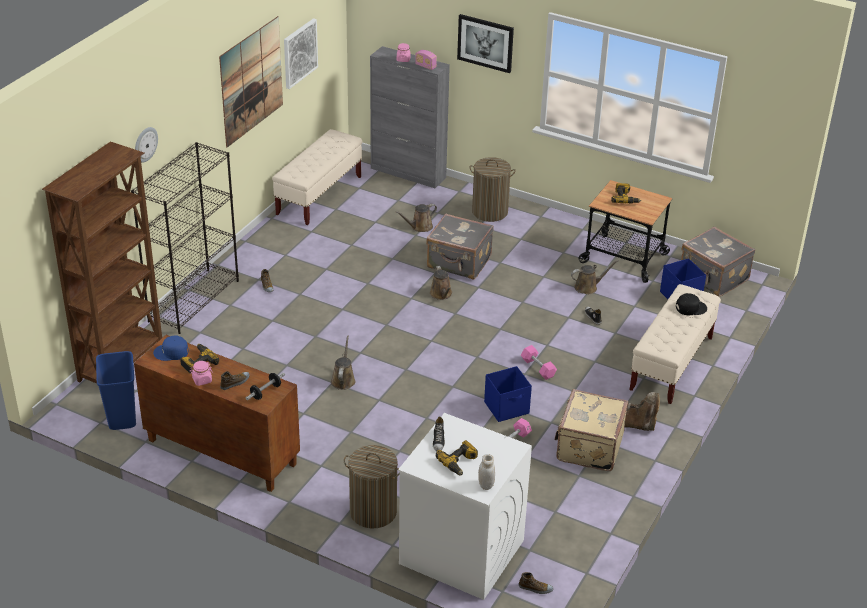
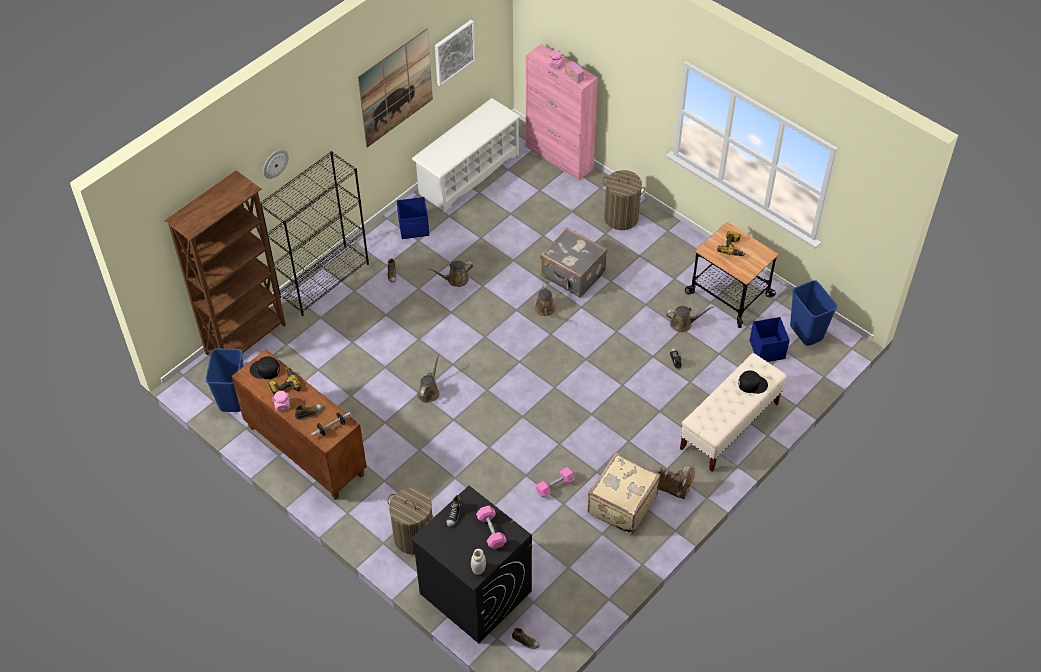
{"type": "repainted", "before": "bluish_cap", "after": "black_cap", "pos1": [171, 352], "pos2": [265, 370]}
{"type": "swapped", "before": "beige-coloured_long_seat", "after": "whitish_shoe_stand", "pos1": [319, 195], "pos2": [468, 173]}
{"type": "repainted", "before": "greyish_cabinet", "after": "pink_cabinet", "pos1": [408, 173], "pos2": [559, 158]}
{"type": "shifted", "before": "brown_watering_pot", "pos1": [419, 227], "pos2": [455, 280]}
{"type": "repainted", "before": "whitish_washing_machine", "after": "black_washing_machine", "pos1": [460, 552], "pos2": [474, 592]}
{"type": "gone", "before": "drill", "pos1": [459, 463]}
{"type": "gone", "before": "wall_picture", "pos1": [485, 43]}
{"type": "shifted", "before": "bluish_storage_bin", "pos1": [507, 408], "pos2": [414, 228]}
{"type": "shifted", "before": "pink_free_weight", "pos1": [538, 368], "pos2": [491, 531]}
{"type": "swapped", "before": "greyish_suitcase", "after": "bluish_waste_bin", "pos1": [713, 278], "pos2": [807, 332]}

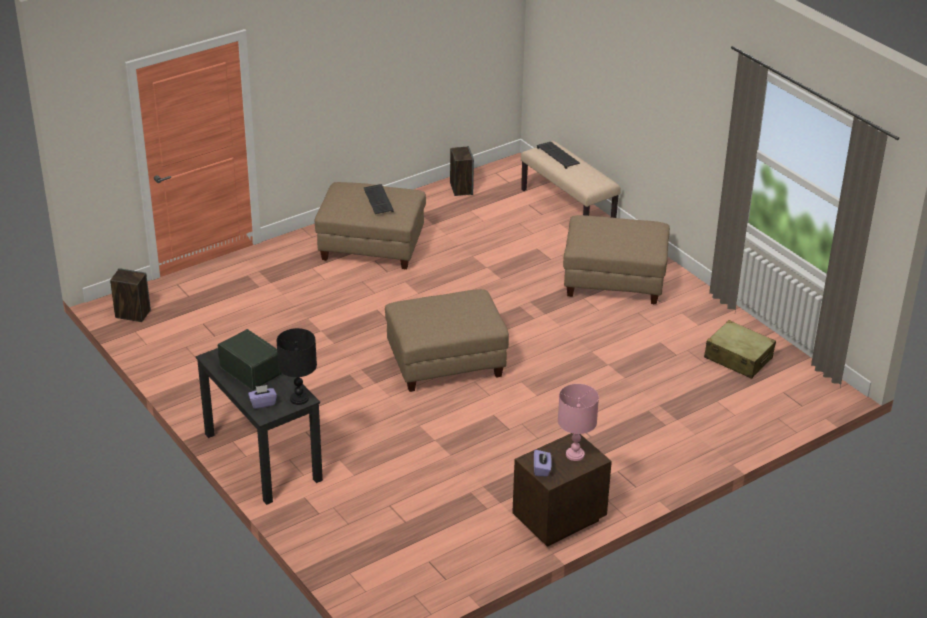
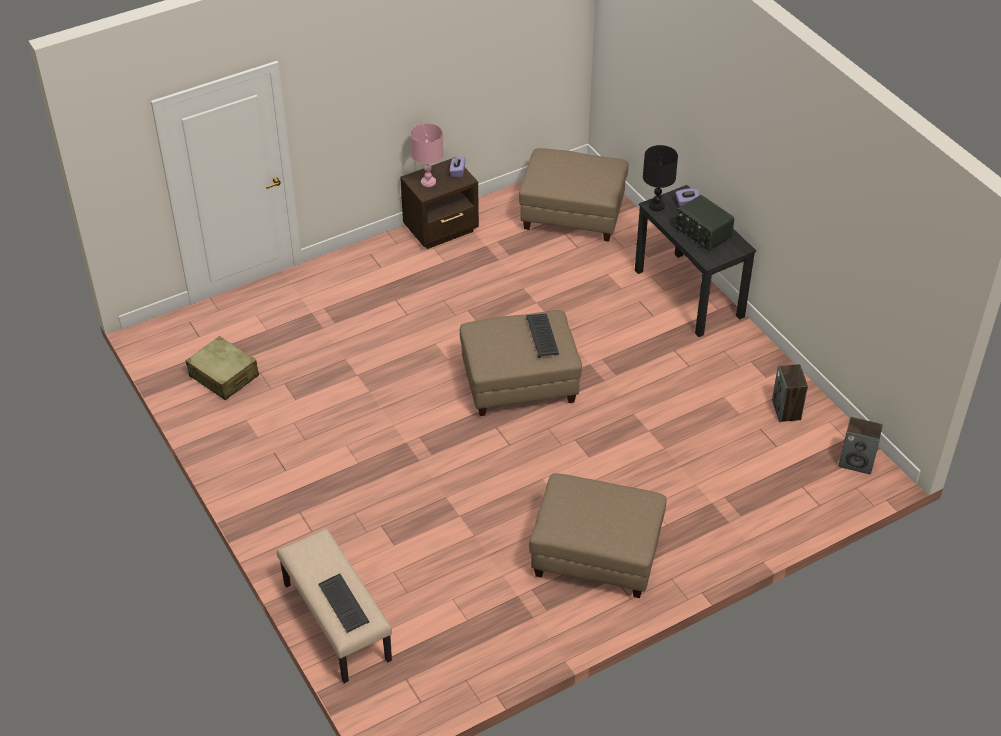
{"type": "shifted", "before": "computer_keyboard", "pos1": [377, 200], "pos2": [543, 336]}
{"type": "shifted", "before": "speaker", "pos1": [461, 189], "pos2": [786, 410]}
{"type": "shifted", "before": "beige-coloured_footrest", "pos1": [613, 282], "pos2": [573, 215]}

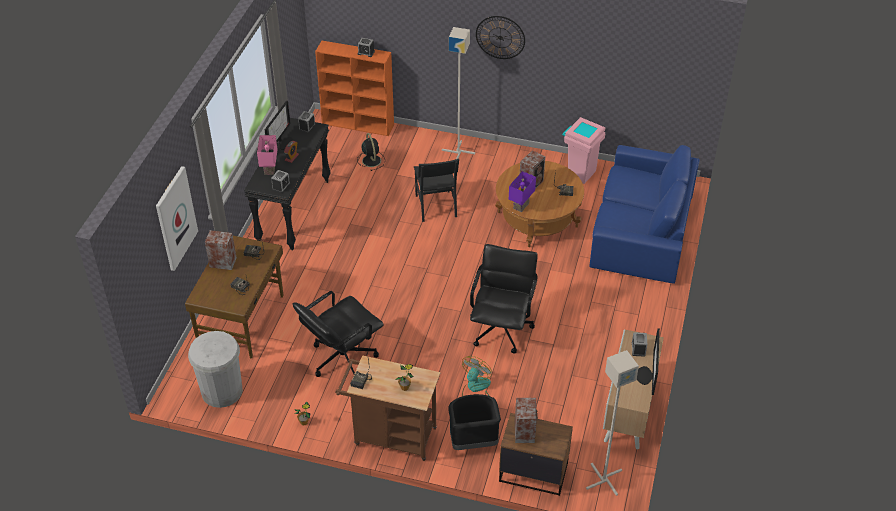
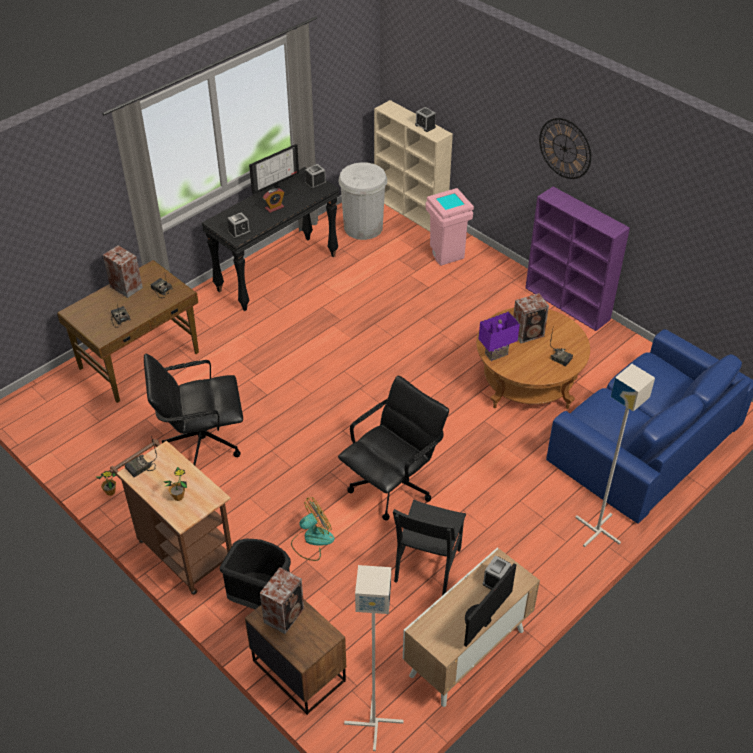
{"type": "gone", "before": "wall_picture", "pos1": [175, 218]}
{"type": "shifted", "before": "whitish_waste_bin", "pos1": [222, 391], "pos2": [363, 227]}
{"type": "gone", "before": "pink_table_lamp", "pos1": [270, 169]}
{"type": "repainted", "before": "orangey_shelving_unit", "after": "beige-coloured_shelving_unit", "pos1": [358, 124], "pos2": [411, 211]}
{"type": "gone", "before": "black_cooling_fan", "pos1": [371, 160]}
{"type": "shifted", "before": "black_plain_chair", "pos1": [435, 206], "pos2": [427, 565]}
{"type": "shifted", "before": "greyish_standing_lamp", "pos1": [459, 152], "pos2": [598, 530]}
{"type": "shifted", "before": "pink_waste_bin", "pos1": [579, 173], "pos2": [445, 254]}
{"type": "new", "after": "purple-coloured_shelving_unit", "pos2": [568, 304]}

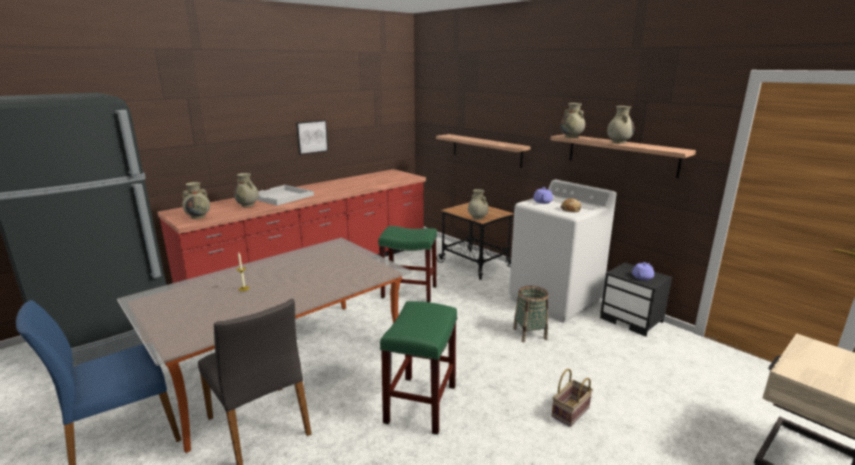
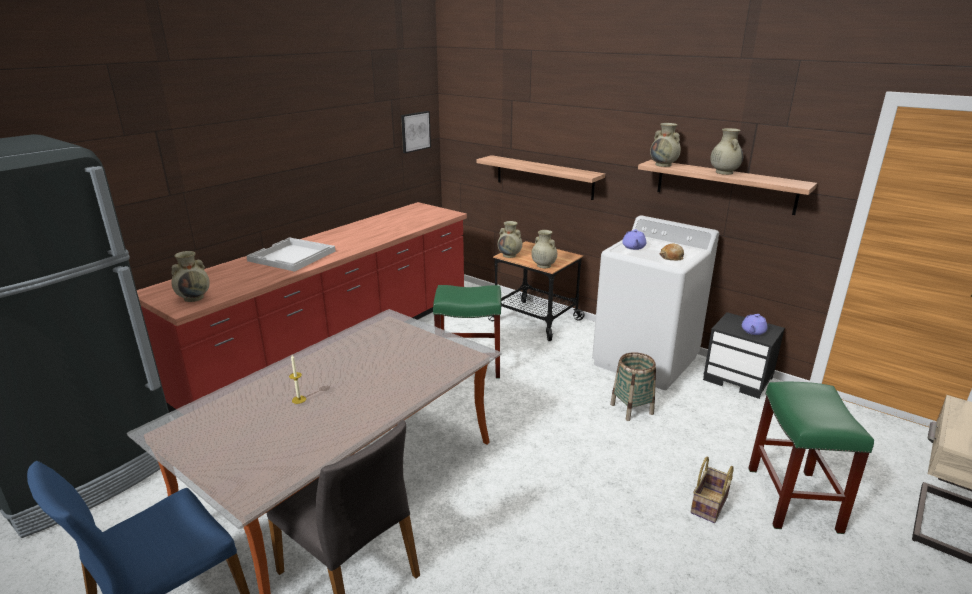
{"type": "shifted", "before": "beige-coloured_decorative_vase", "pos1": [248, 205], "pos2": [510, 255]}
{"type": "shifted", "before": "wall_picture", "pos1": [311, 137], "pos2": [415, 131]}
{"type": "shifted", "before": "green-coloured_sitting_stool", "pos1": [421, 404], "pos2": [794, 500]}

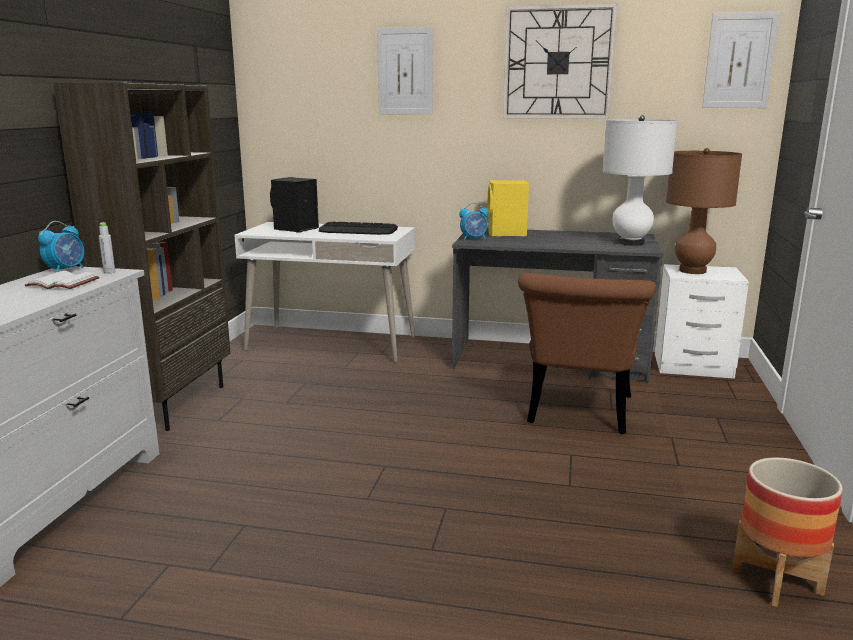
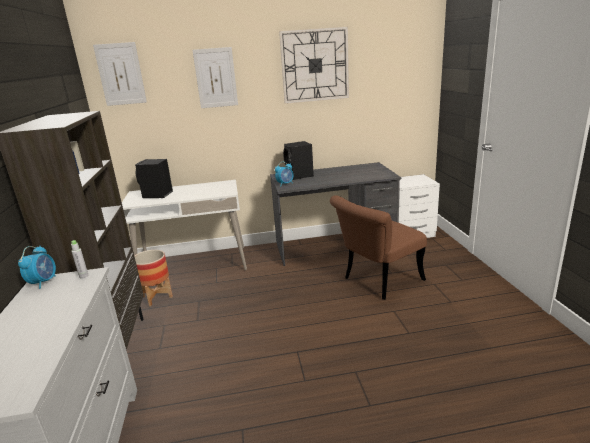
{"type": "gone", "before": "whitish_book", "pos1": [65, 283]}
{"type": "gone", "before": "computer_keyboard", "pos1": [358, 230]}
{"type": "repainted", "before": "yellow-coloured_speaker", "after": "black_speaker", "pos1": [507, 234], "pos2": [299, 176]}
{"type": "rotated", "before": "brown_plain_chair", "pos1": [578, 415], "pos2": [377, 282], "turn": 60}
{"type": "gone", "before": "whitish_table_lamp", "pos1": [631, 242]}
{"type": "gone", "before": "brown_table_lamp", "pos1": [692, 271]}
{"type": "shifted", "before": "wall_picture", "pos1": [739, 61], "pos2": [120, 74]}
{"type": "shifted", "before": "flower_pot", "pos1": [776, 581], "pos2": [156, 297]}

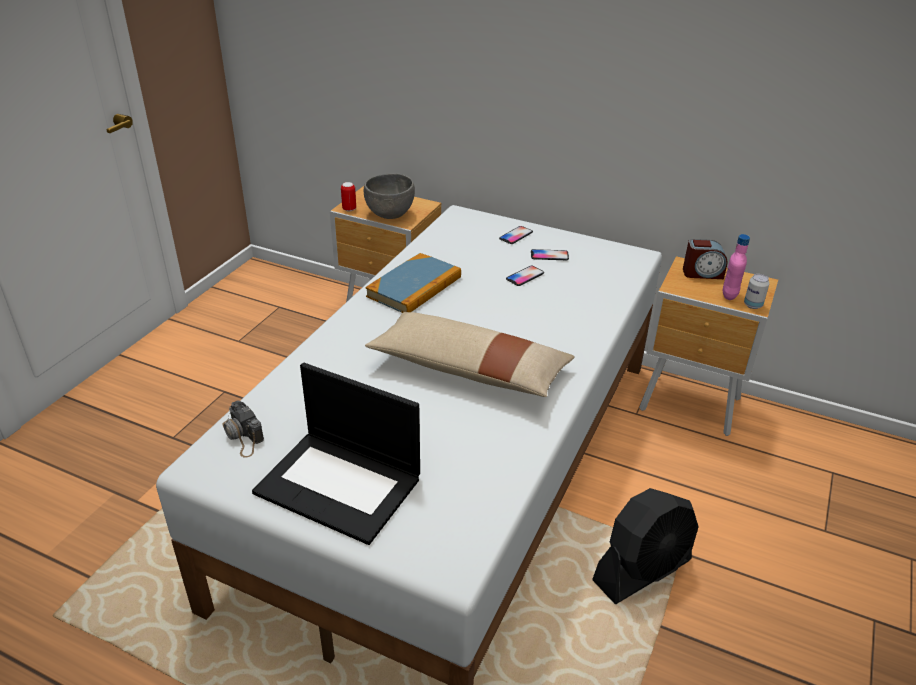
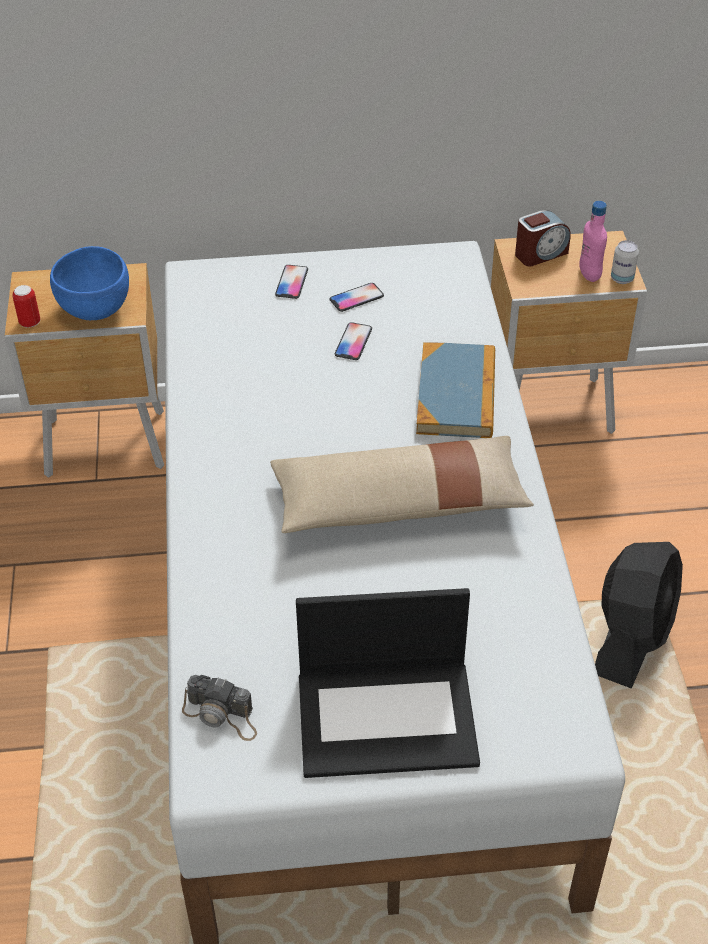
{"type": "repainted", "before": "greyish_deep_dish", "after": "bluish_deep_dish", "pos1": [390, 214], "pos2": [95, 310]}
{"type": "shifted", "before": "book", "pos1": [414, 287], "pos2": [456, 394]}

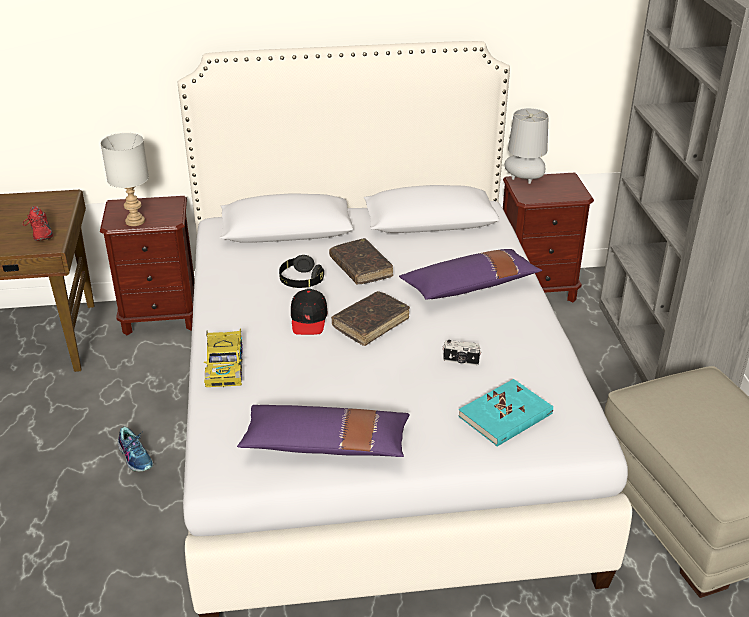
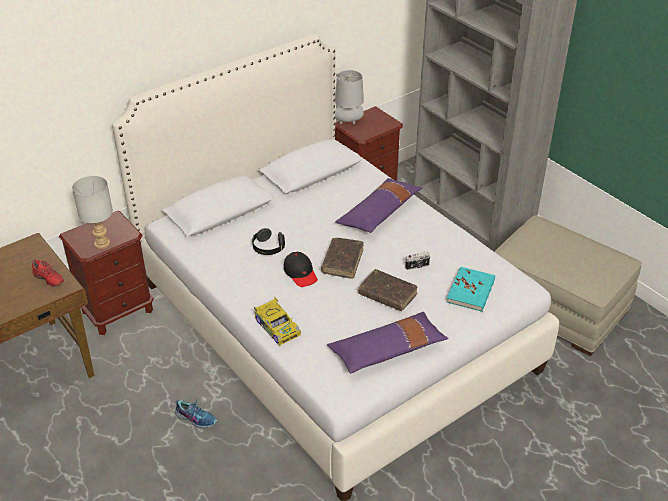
{"type": "shifted", "before": "brown_book", "pos1": [361, 268], "pos2": [387, 295]}

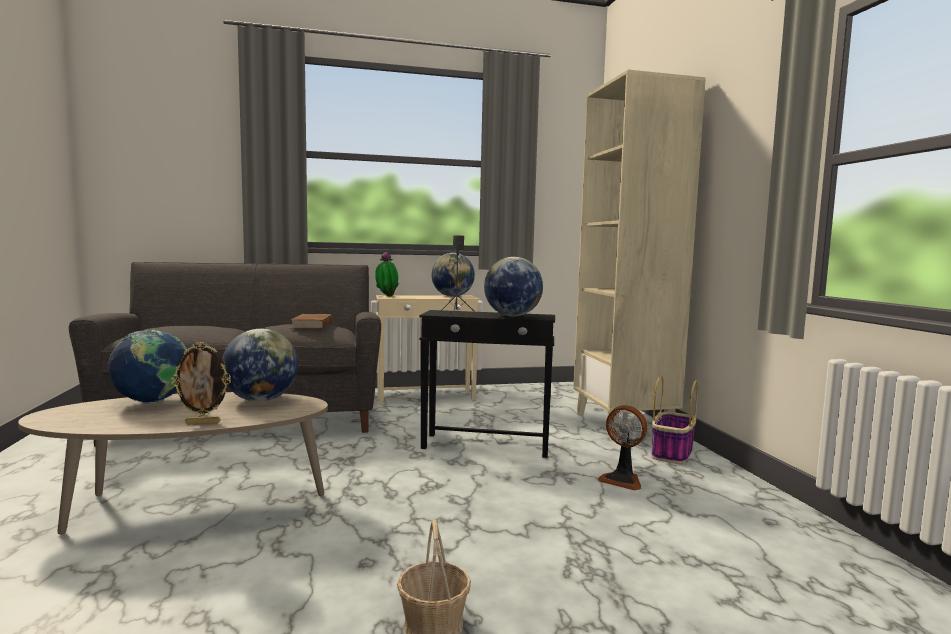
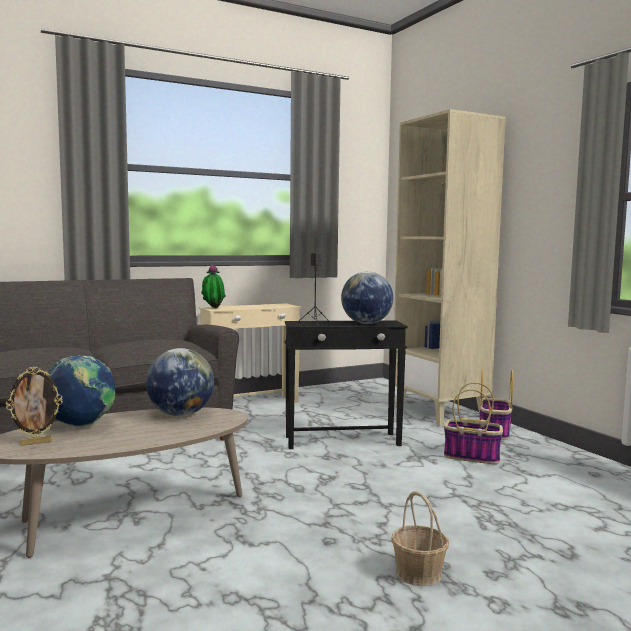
{"type": "shifted", "before": "photo_frame", "pos1": [203, 423], "pos2": [36, 443]}
{"type": "gone", "before": "brown_book", "pos1": [312, 325]}
{"type": "gone", "before": "desk_globe", "pos1": [452, 296]}
{"type": "swapped", "before": "cooling_fan", "after": "storage_basket", "pos1": [622, 480], "pos2": [472, 456]}

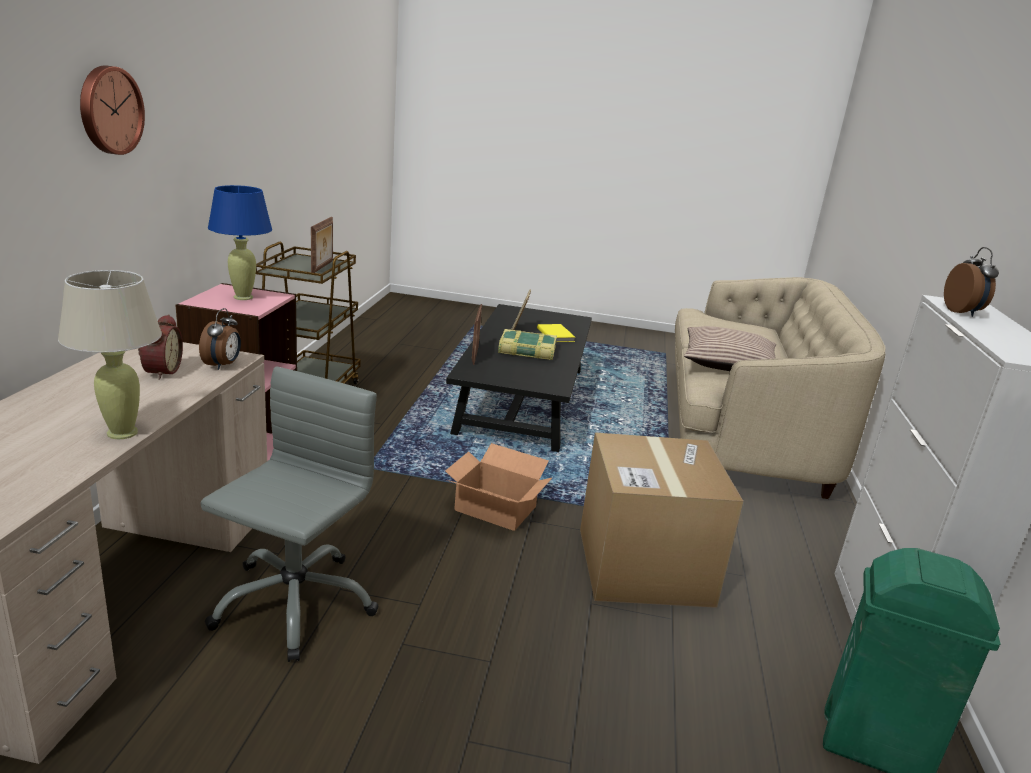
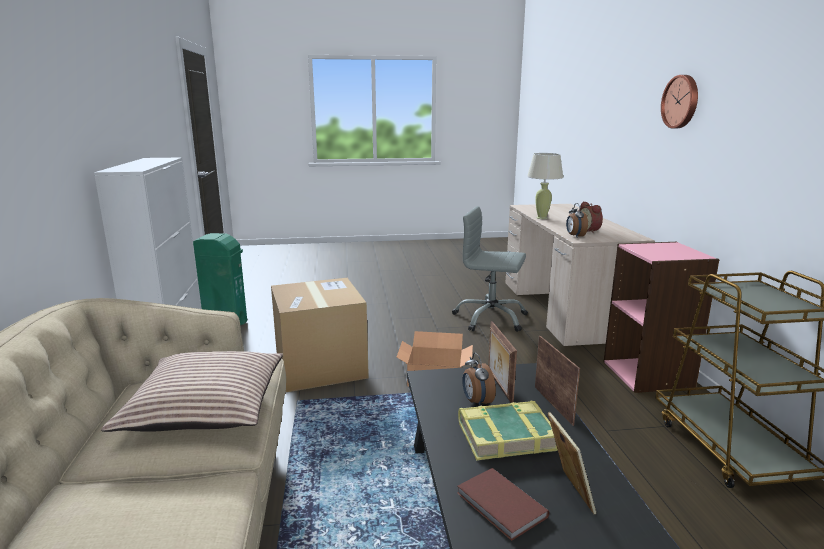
{"type": "rotated", "before": "greyish_computer_chair", "pos1": [294, 603], "pos2": [490, 318], "turn": 105}
{"type": "gone", "before": "bluish_table_lamp", "pos1": [243, 297]}
{"type": "shifted", "before": "photo_frame", "pos1": [323, 267], "pos2": [498, 386]}
{"type": "repainted", "before": "yellow-coloured_book", "after": "brown_book", "pos1": [556, 334], "pos2": [500, 506]}
{"type": "shifted", "before": "bedside_clock", "pos1": [963, 312], "pos2": [476, 402]}

